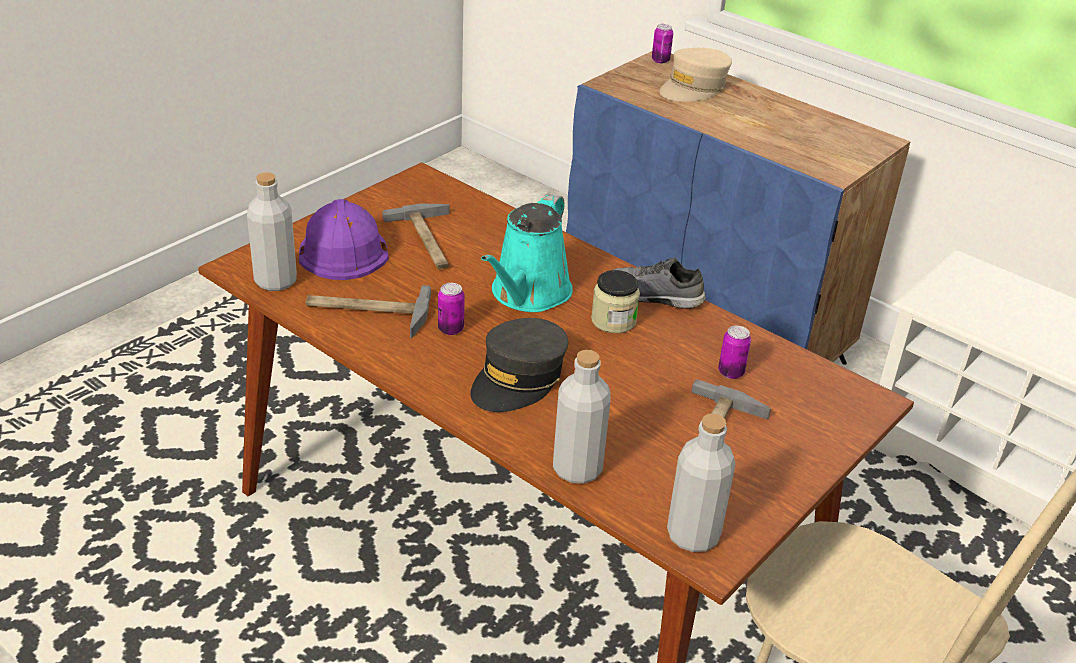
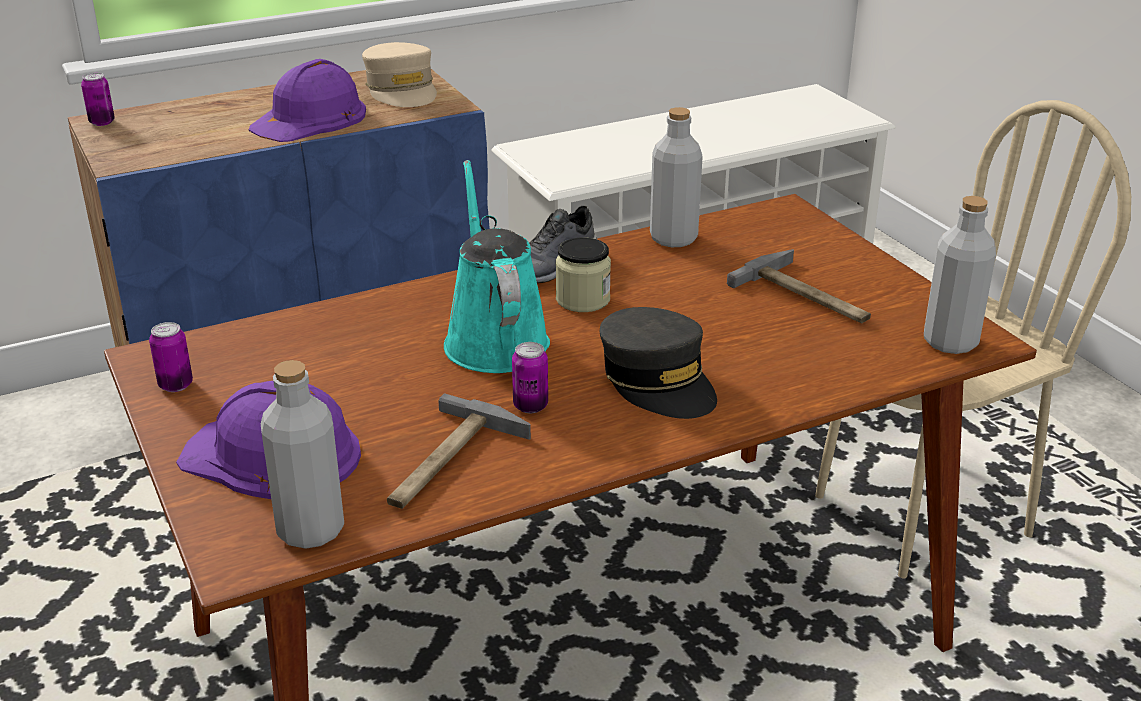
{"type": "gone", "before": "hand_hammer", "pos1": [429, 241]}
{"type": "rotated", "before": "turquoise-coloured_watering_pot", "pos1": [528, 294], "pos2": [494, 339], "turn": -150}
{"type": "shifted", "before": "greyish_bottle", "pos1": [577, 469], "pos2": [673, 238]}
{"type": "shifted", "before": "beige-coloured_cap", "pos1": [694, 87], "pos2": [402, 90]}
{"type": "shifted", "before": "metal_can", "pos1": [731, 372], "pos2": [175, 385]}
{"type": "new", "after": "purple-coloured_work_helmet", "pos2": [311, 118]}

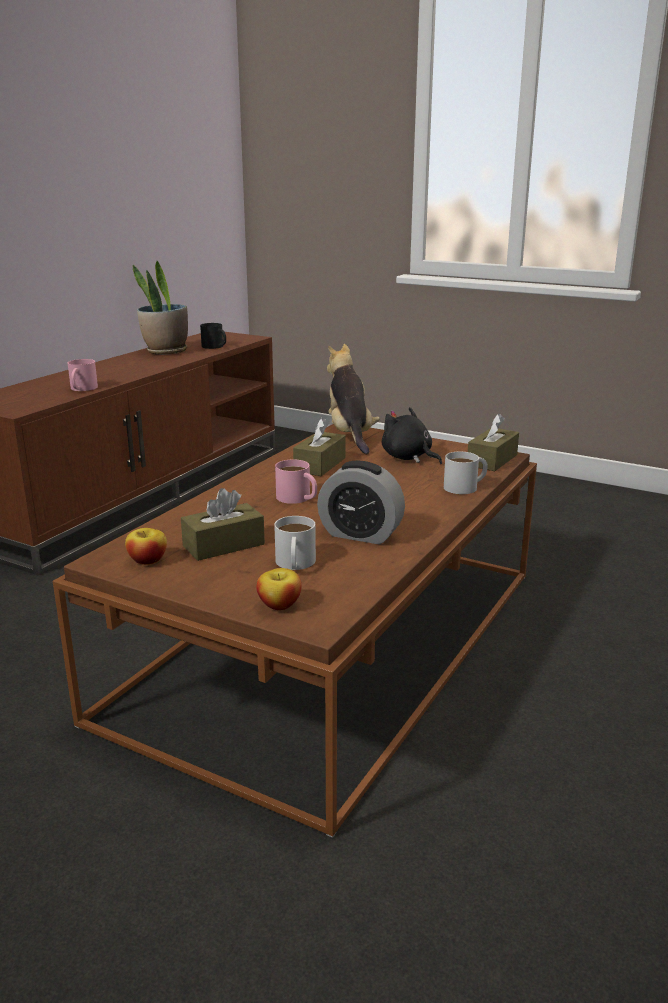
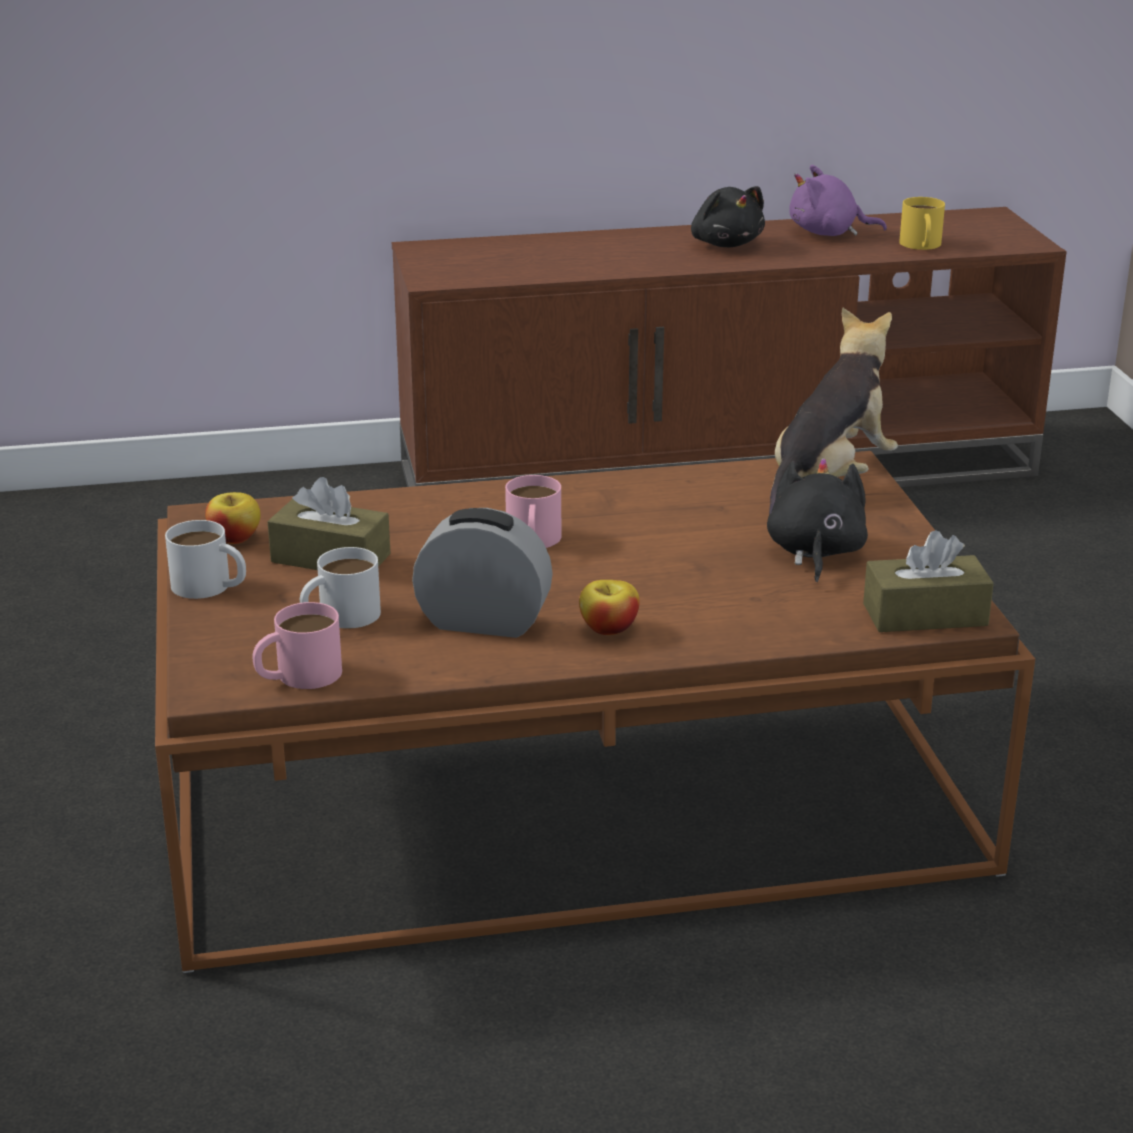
{"type": "shifted", "before": "pink_coffee_mug", "pos1": [82, 389], "pos2": [297, 676]}
{"type": "swapped", "before": "potted_plant", "after": "purple-coloured_soft_toy", "pos1": [166, 351], "pos2": [828, 233]}
{"type": "repainted", "before": "black_coffee_mug", "after": "yellow-coloured_coffee_mug", "pos1": [215, 347], "pos2": [921, 246]}
{"type": "shifted", "before": "apple", "pos1": [279, 605], "pos2": [608, 628]}
{"type": "gone", "before": "brown_tissue_holder", "pos1": [320, 465]}
{"type": "rotated", "before": "bedside_clock", "pos1": [360, 534], "pos2": [483, 622], "turn": 120}
{"type": "shifted", "before": "whitish_coffee_mug", "pos1": [466, 486], "pos2": [211, 587]}
{"type": "new", "after": "black_soft_toy", "pos2": [725, 244]}

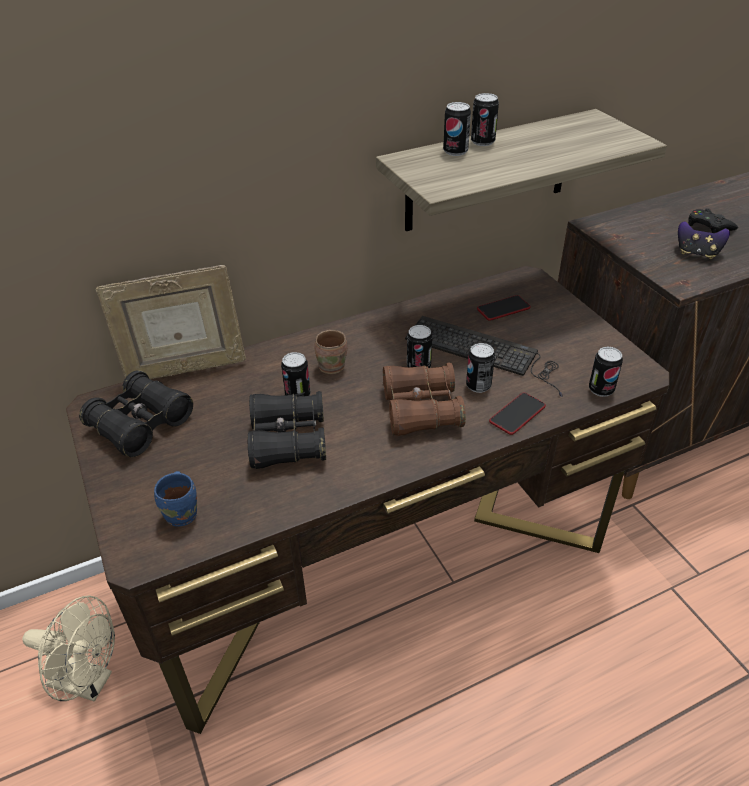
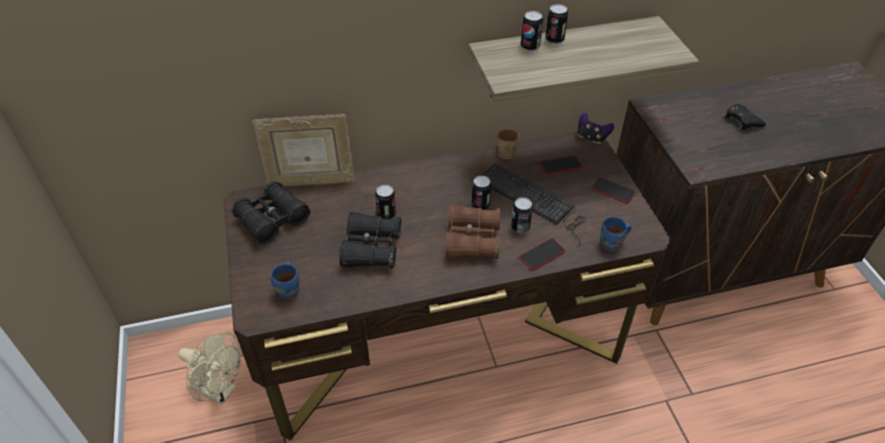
{"type": "shifted", "before": "brown_coffee_mug", "pos1": [332, 365], "pos2": [506, 153]}
{"type": "swapped", "before": "metal_can", "after": "bluish_coffee_mug", "pos1": [601, 389], "pos2": [612, 245]}
{"type": "shifted", "before": "gamepad", "pos1": [697, 253], "pos2": [592, 137]}
{"type": "new", "after": "handset", "pos2": [612, 191]}

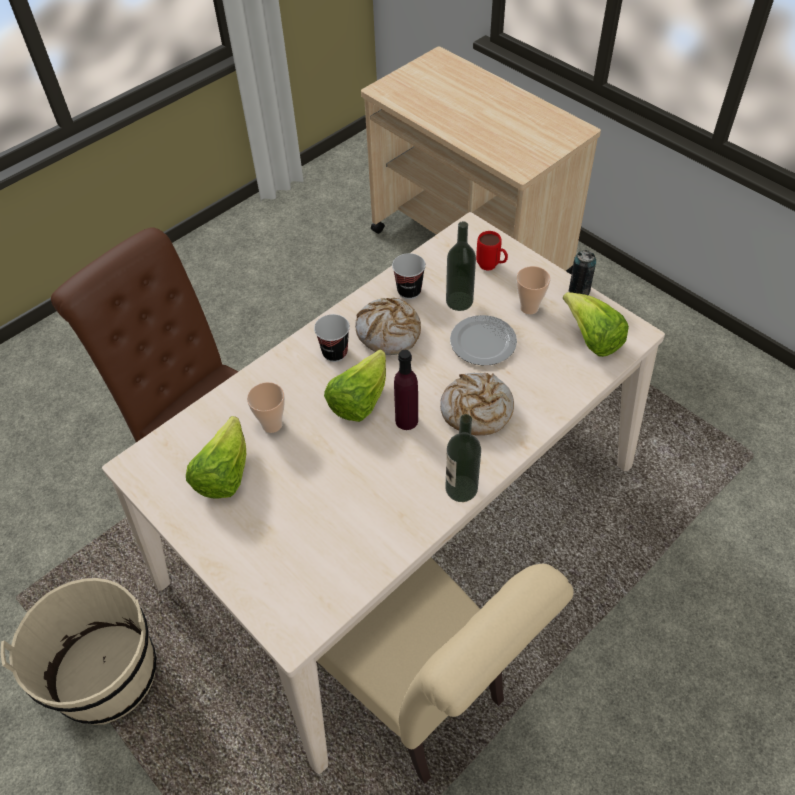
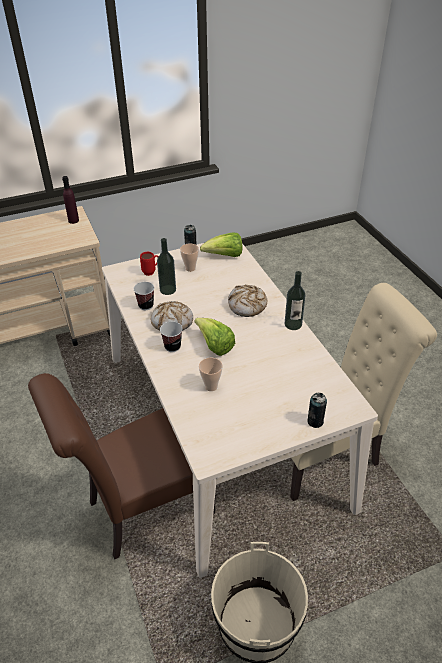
{"type": "gone", "before": "lettuce_head", "pos1": [224, 474]}
{"type": "shifted", "before": "purple-coloured_bottle", "pos1": [406, 420], "pos2": [73, 220]}
{"type": "gone", "before": "plate", "pos1": [483, 343]}
{"type": "new", "after": "metal_can", "pos2": [315, 421]}

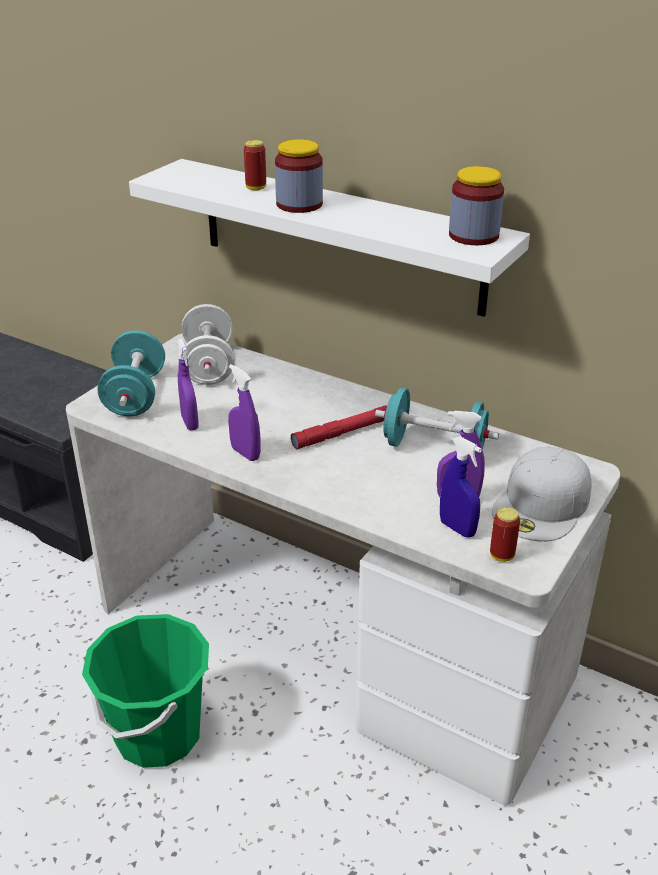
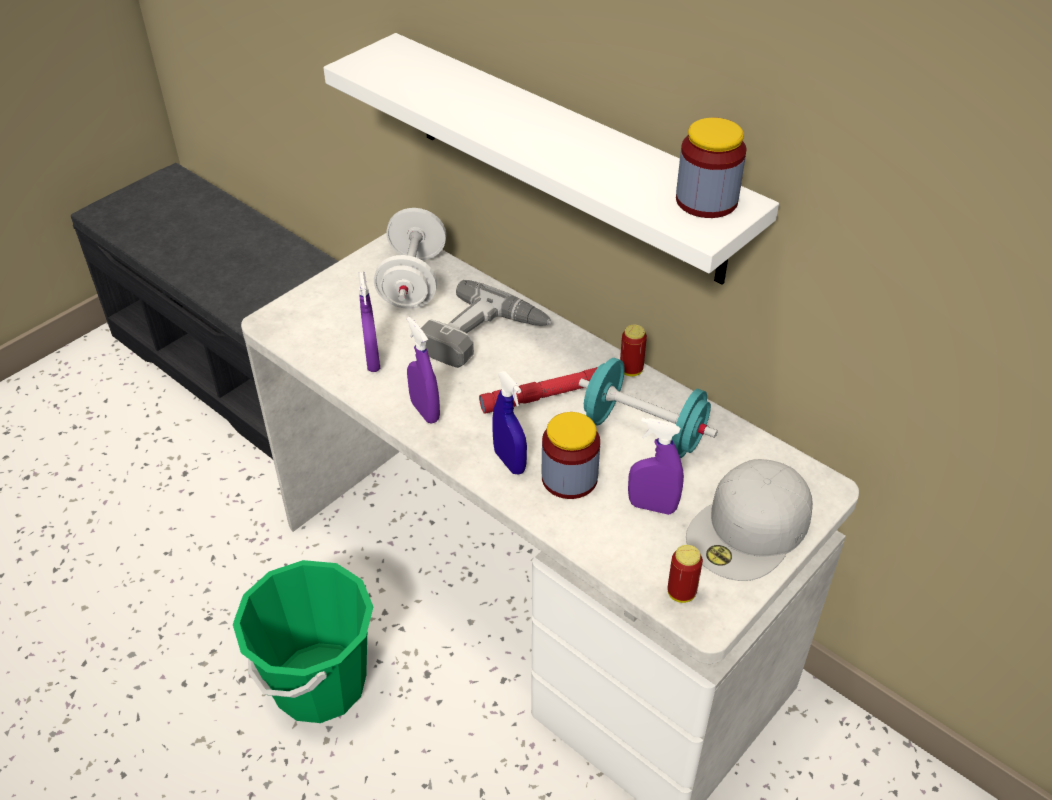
{"type": "gone", "before": "turquoise-coloured_free_weight", "pos1": [135, 395]}
{"type": "shifted", "before": "metal_can", "pos1": [256, 188], "pos2": [631, 370]}
{"type": "shifted", "before": "jar", "pos1": [299, 204], "pos2": [569, 478]}
{"type": "shifted", "before": "bluish_spray_bottle", "pos1": [457, 528], "pos2": [509, 462]}
{"type": "new", "after": "drill", "pos2": [483, 338]}

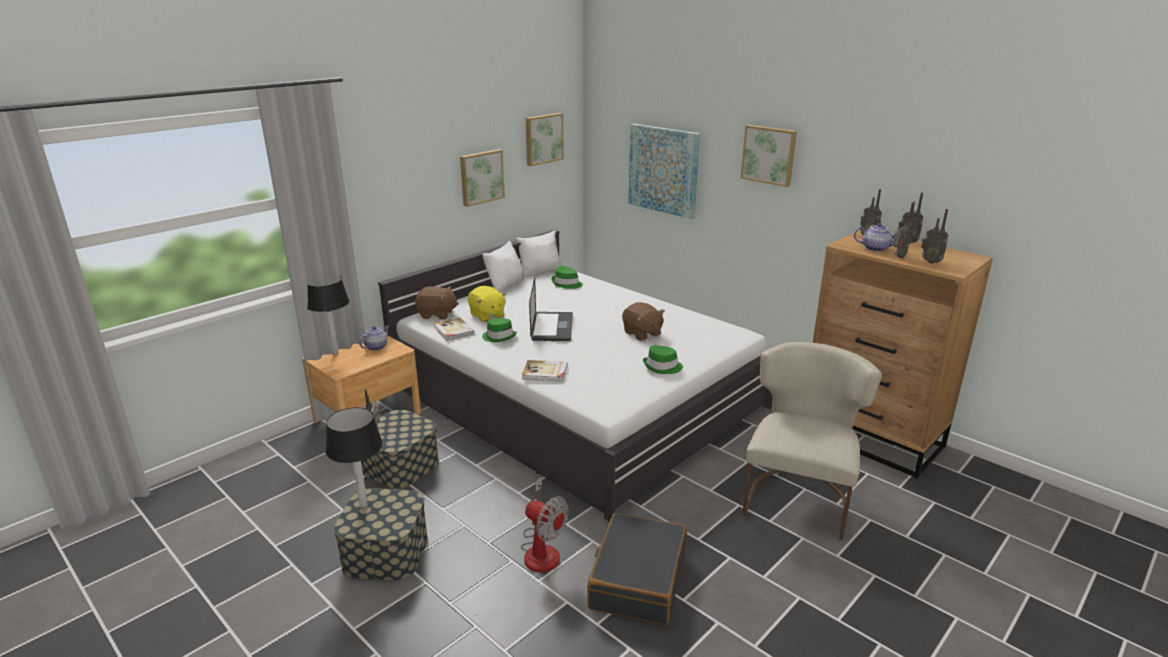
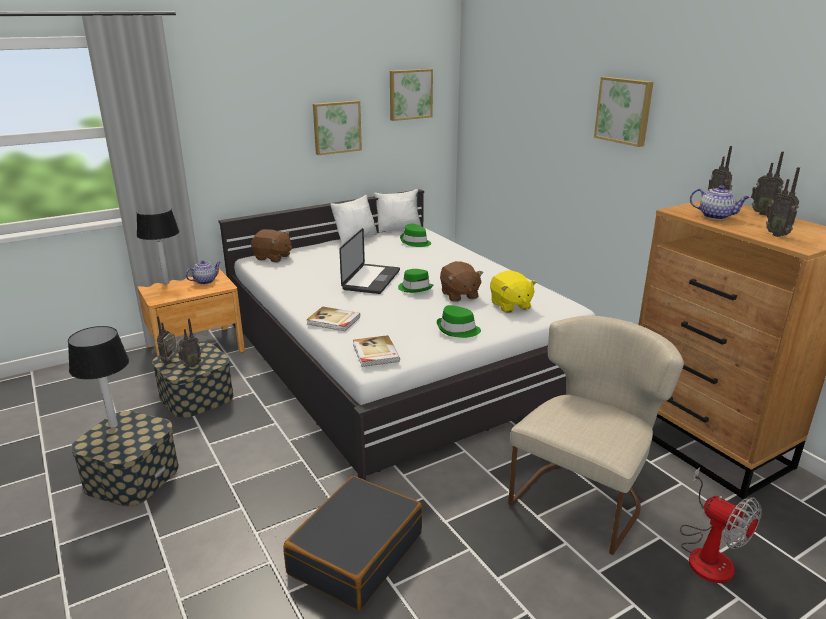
{"type": "shifted", "before": "book", "pos1": [453, 330], "pos2": [375, 353]}
{"type": "shifted", "before": "yellow-coloured_soft_toy", "pos1": [487, 315], "pos2": [510, 305]}
{"type": "shifted", "before": "green-coloured_wearable_hat", "pos1": [499, 337], "pos2": [415, 288]}
{"type": "shifted", "before": "cooling_fan", "pos1": [542, 549], "pos2": [707, 553]}
{"type": "gone", "before": "wall_picture", "pos1": [663, 170]}
{"type": "shifted", "before": "radio", "pos1": [898, 257], "pos2": [190, 365]}

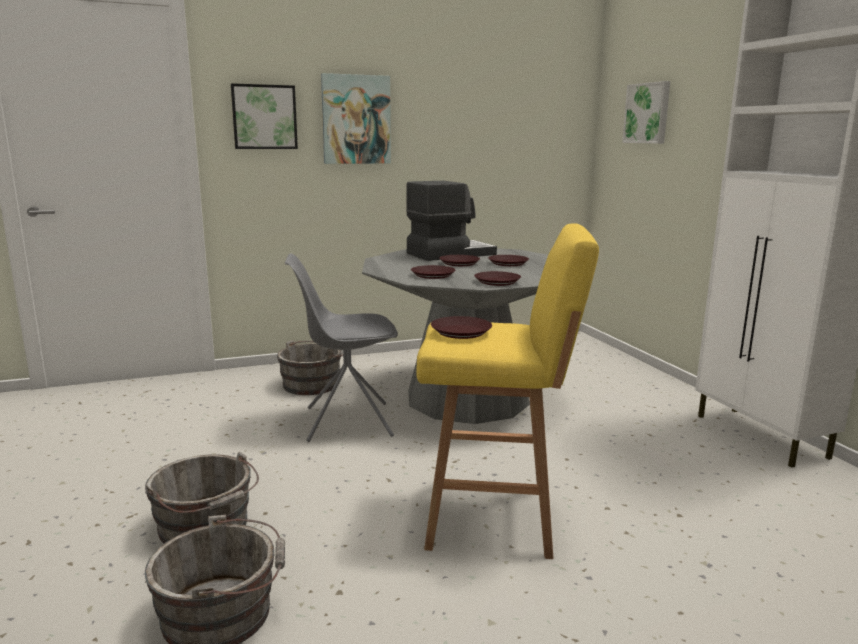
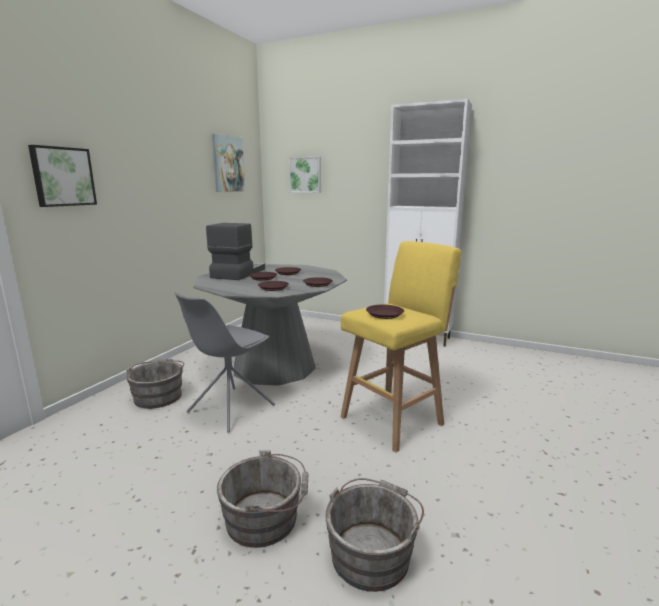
{"type": "shifted", "before": "wall_picture", "pos1": [356, 120], "pos2": [228, 164]}

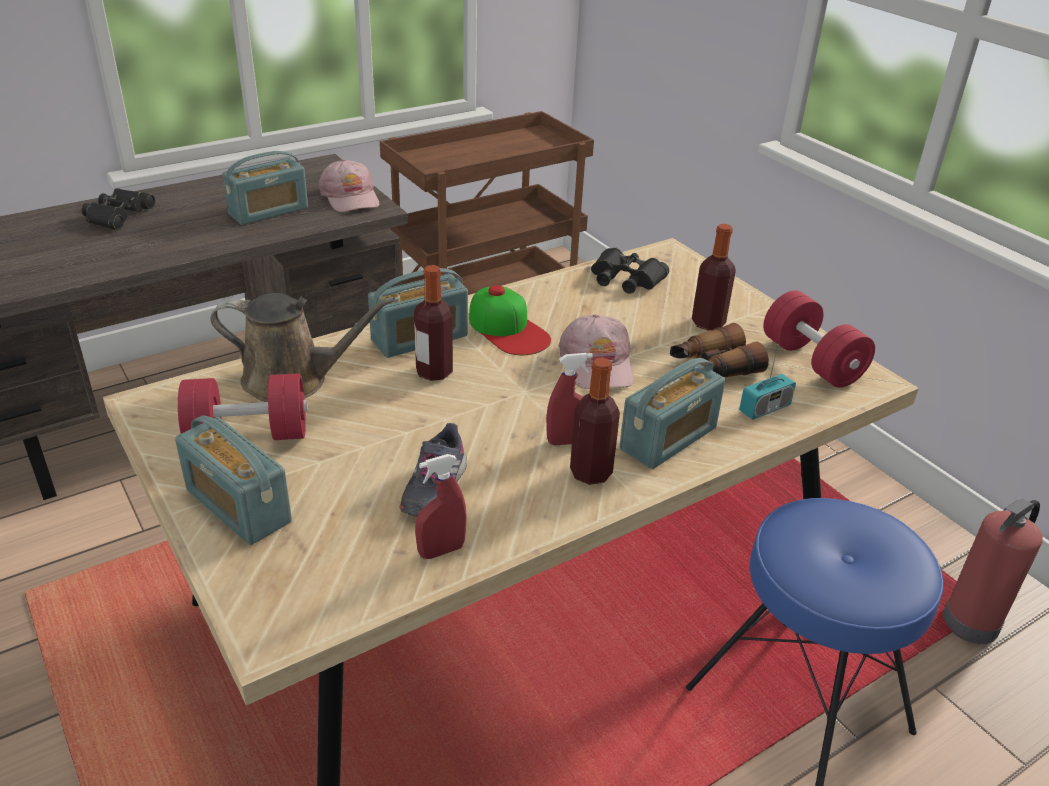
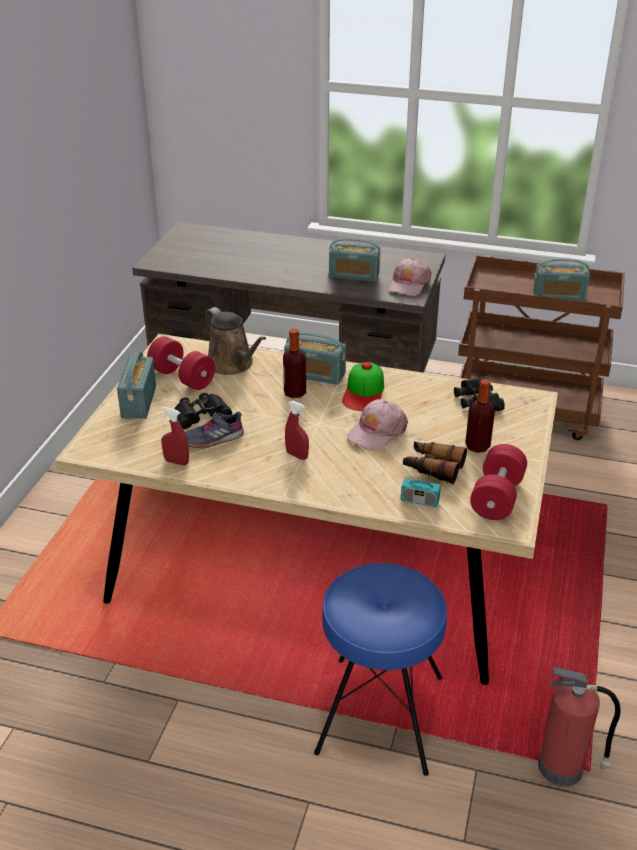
{"type": "shifted", "before": "black_pair_of_binoculars", "pos1": [118, 215], "pos2": [201, 415]}
{"type": "gone", "before": "bottle", "pos1": [591, 472]}
{"type": "shifted", "before": "radio", "pos1": [668, 438], "pos2": [558, 296]}

